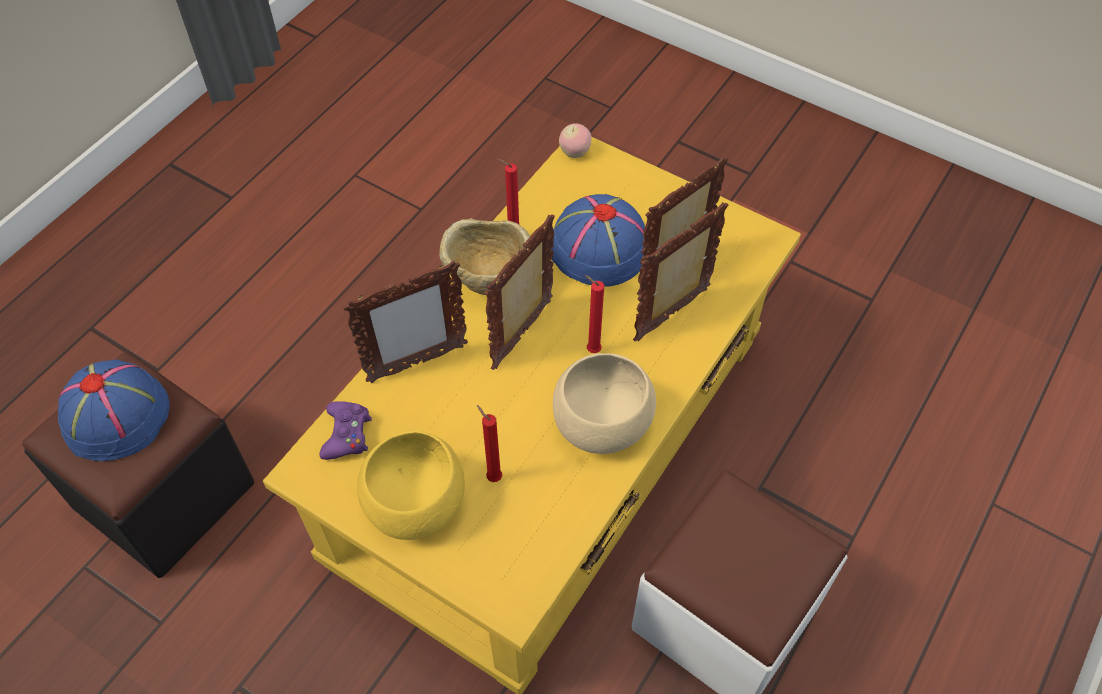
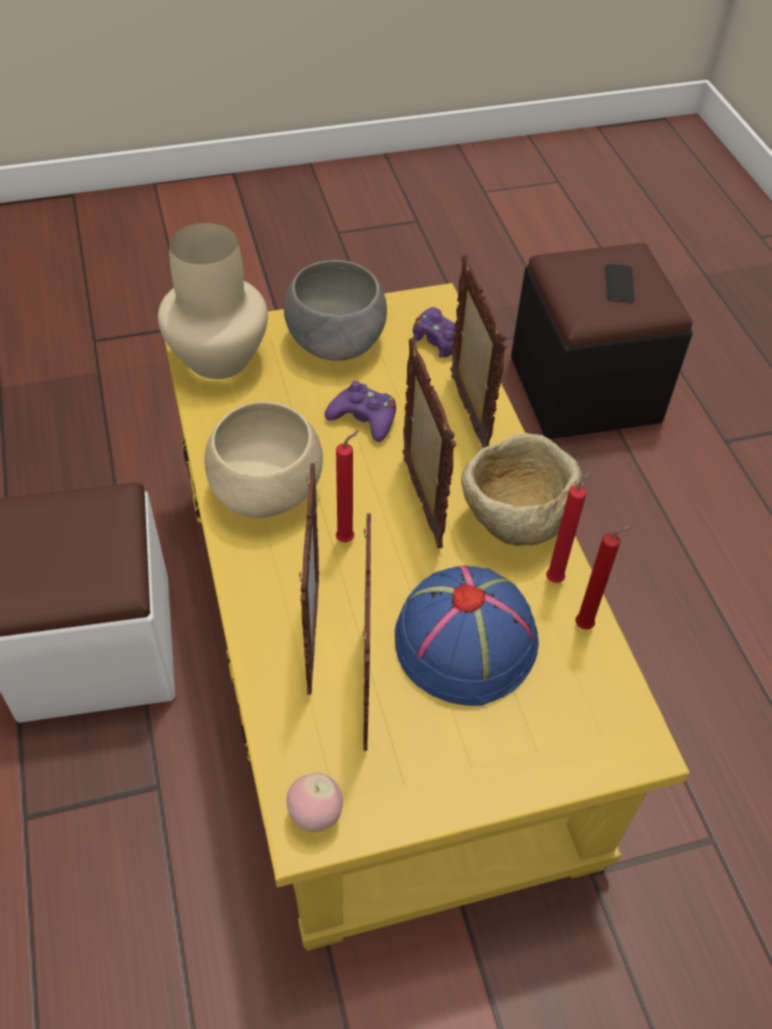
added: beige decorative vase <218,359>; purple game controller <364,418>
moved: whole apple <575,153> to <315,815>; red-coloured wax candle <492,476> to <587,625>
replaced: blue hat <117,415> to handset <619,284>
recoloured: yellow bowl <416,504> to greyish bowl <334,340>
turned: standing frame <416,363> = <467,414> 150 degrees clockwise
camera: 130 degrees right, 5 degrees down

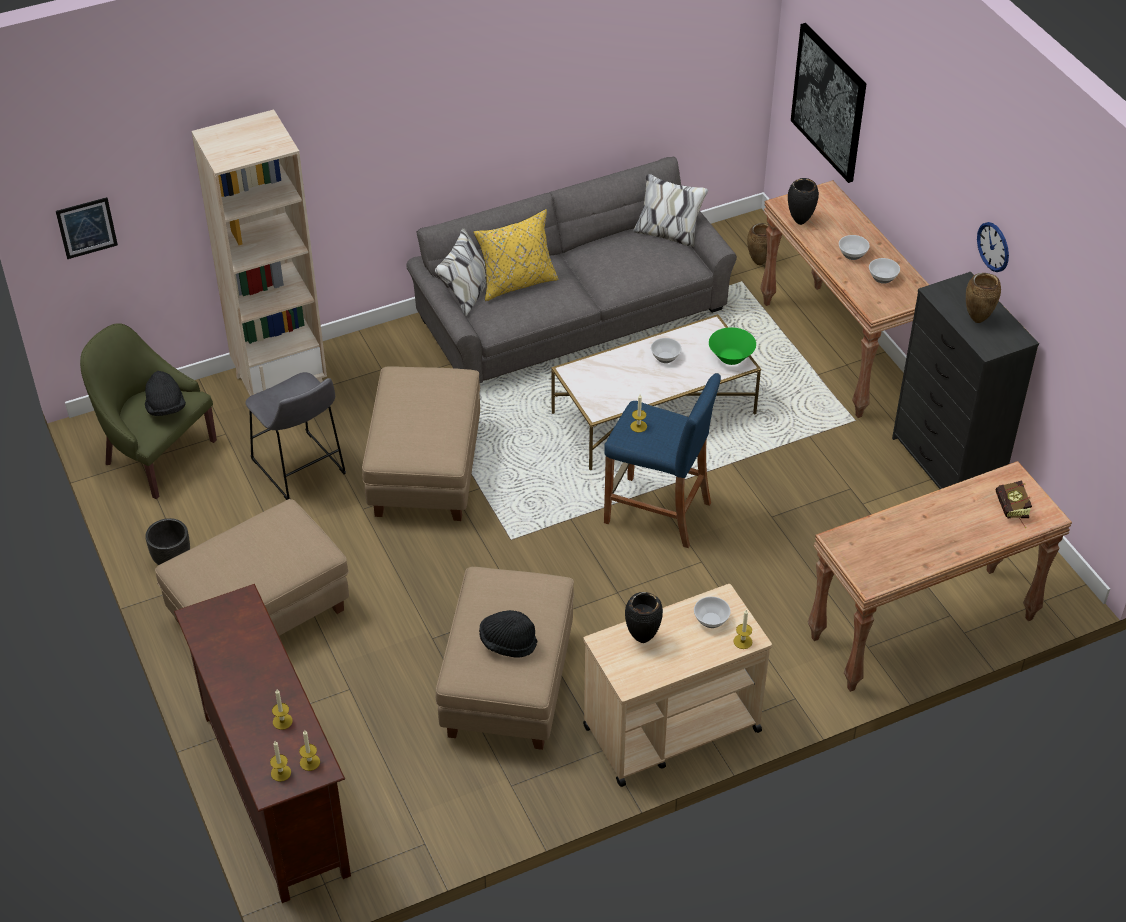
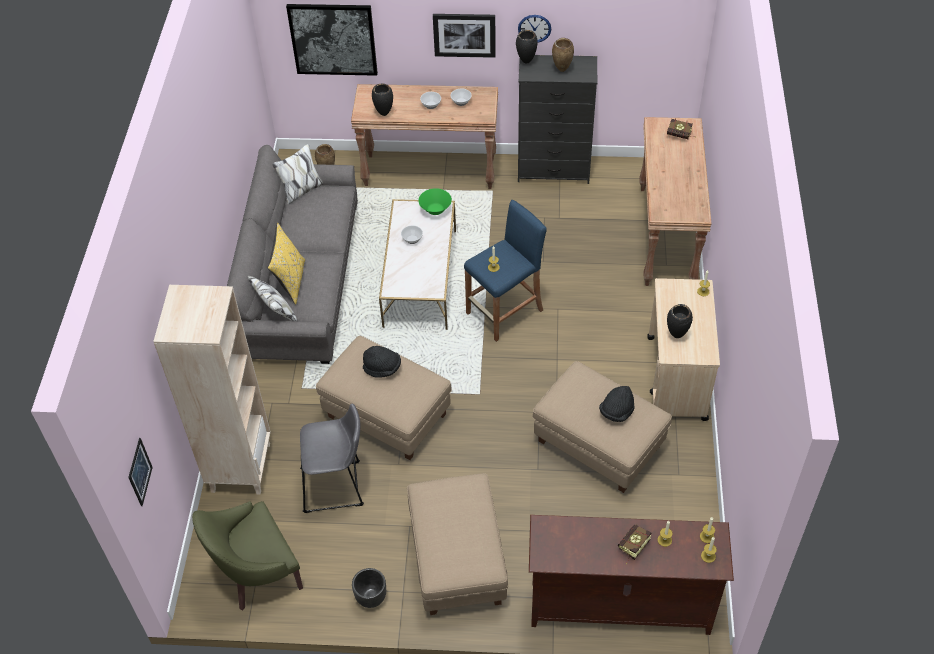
removed: bowl <711,620>
added: wall art <464,34>; black decorative vase <525,62>; bound book <631,548>
moved: black hat <166,408> to <382,368>
camera: 60 degrees left, 5 degrees up

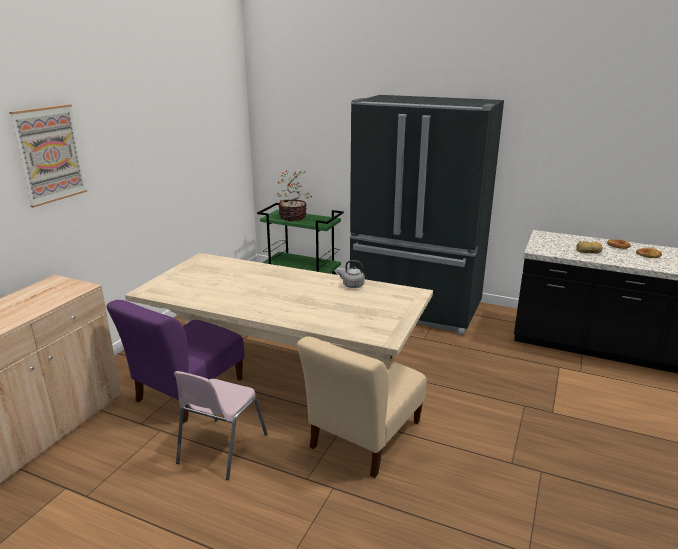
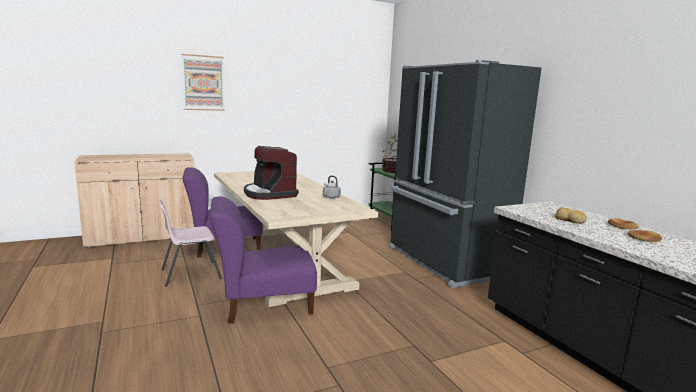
added: coffee maker <269,194>
recoloured: beige upright chair <363,438> to purple upright chair <263,304>
camera: 40 degrees right, 10 degrees down

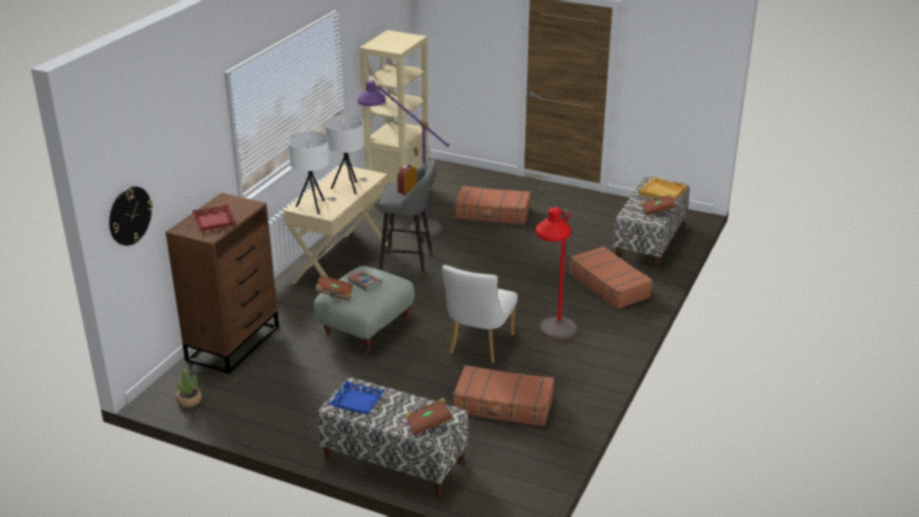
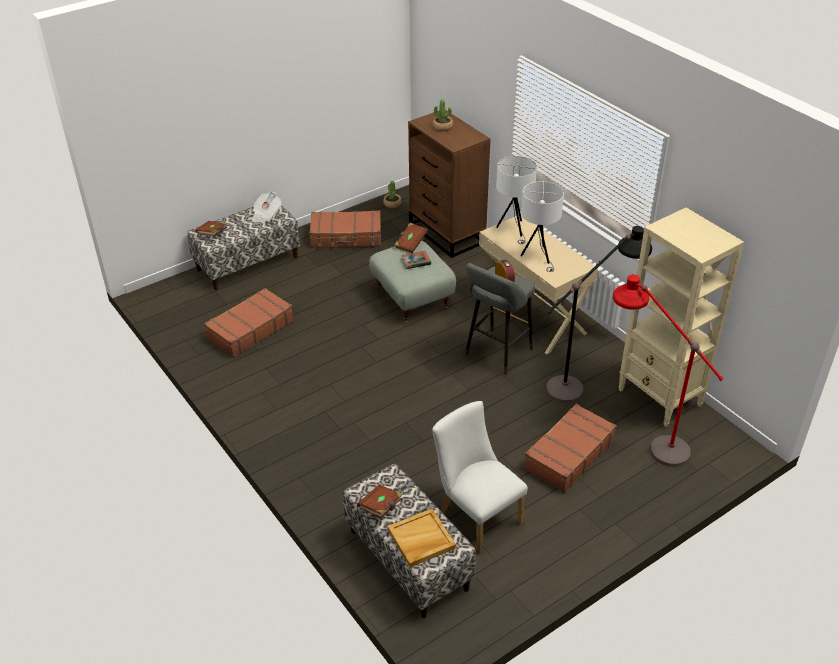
removed: wall clock <129,215>
moved: brown piece of luggage <609,285> to <346,237>; white upright chair <479,346> to <476,514>; red-coloured standing lamp <553,344> to <645,437>
replaced: blue tray <357,401> to printed paper <266,215>; red-coloured tray <213,221> to plant in a pot <442,127>
recoloured: purple standing lamp <405,224> to black standing lamp <585,380>
camera: 120 degrees right, 10 degrees up

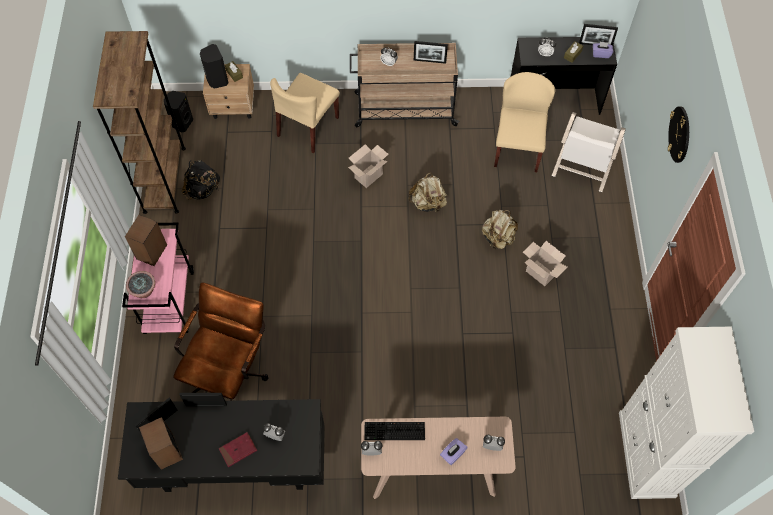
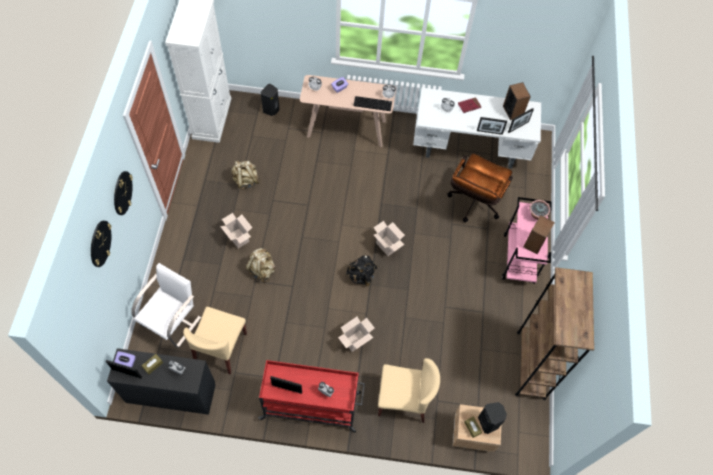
added: wall clock <100,243>; packing box <388,246>
moved: beige rucksack <428,203> to <246,180>; black speaker <182,123> to <271,110>; black rucksack <203,190> to <361,276>
recoloured: beige wheeled cart <404,109> to red-coloured wheeled cart <312,406>; black desk table <235,466> to white desk table <470,149>
turned: beige upright chair <308,127> = <403,400> 60 degrees clockwise
camera: 175 degrees left, 0 degrees up

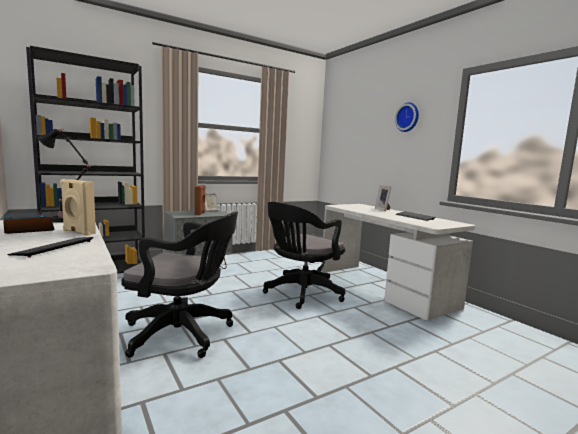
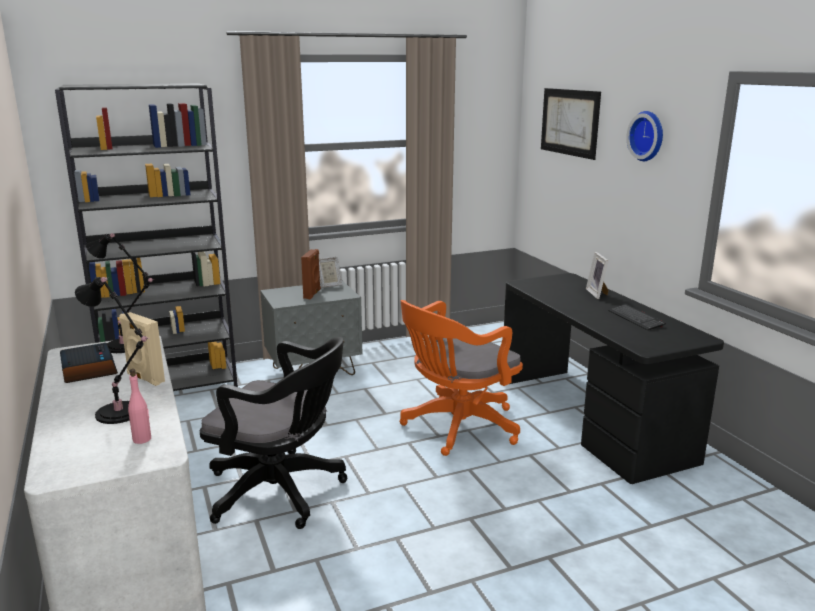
added: pinkish bottle <142,439>; wall art <569,122>
replaced: computer keyboard <54,247> to black lamp for a table <121,414>
recoloured: black office chair <301,294> to orange-coloured office chair <456,428>; white desk table <383,288> to black desk table <591,419>
camera: 10 degrees right, 10 degrees up

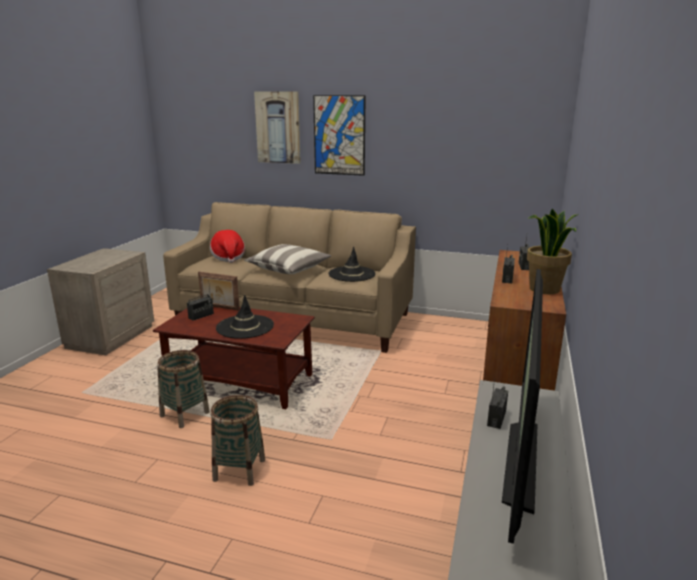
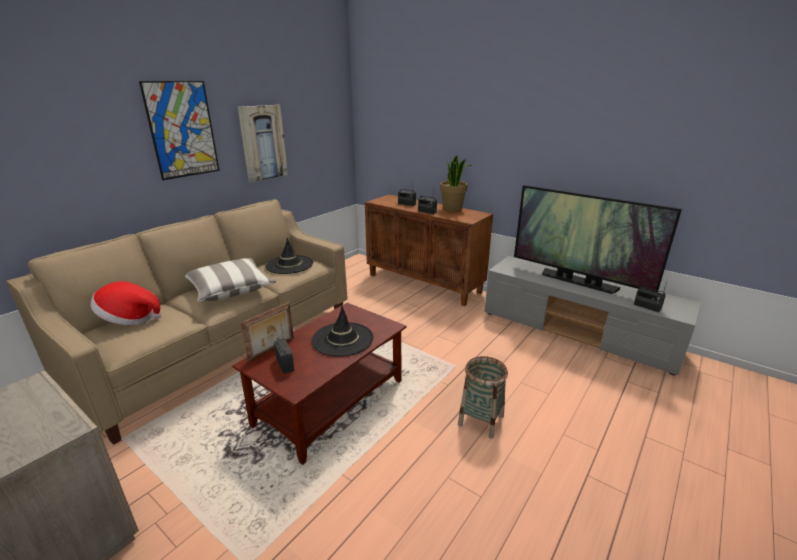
removed: household basket <185,414>
moved: wall art <278,127> to <263,143>; radio <496,418> to <647,307>
camera: 70 degrees left, 5 degrees up

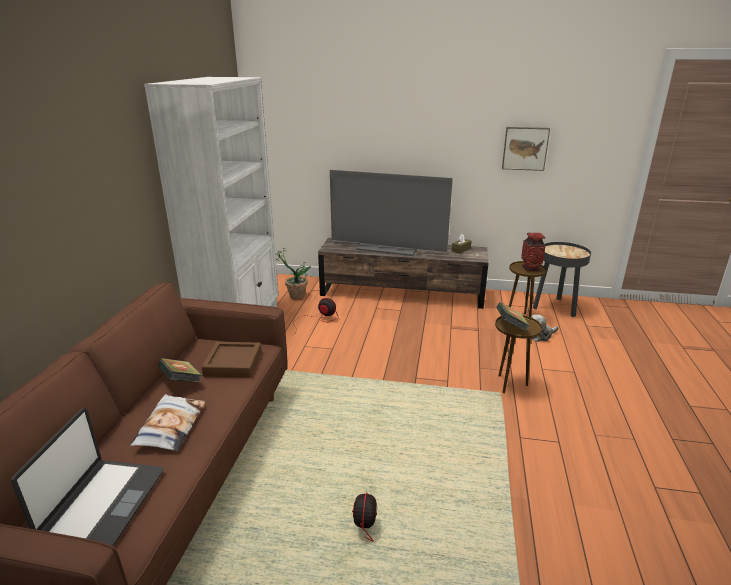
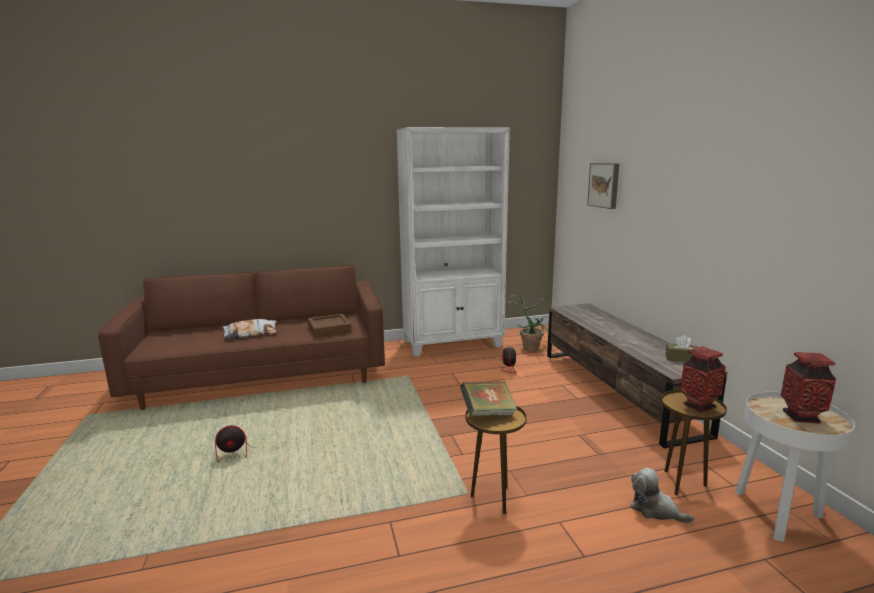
removed: notebook computer <102,503>; bound book <181,382>; television <388,248>
added: decorative vase <801,417>
moved: wall art <525,148> to <604,185>
recoloured: black accent table <555,307> to white accent table <777,514>
camera: 65 degrees right, 10 degrees down

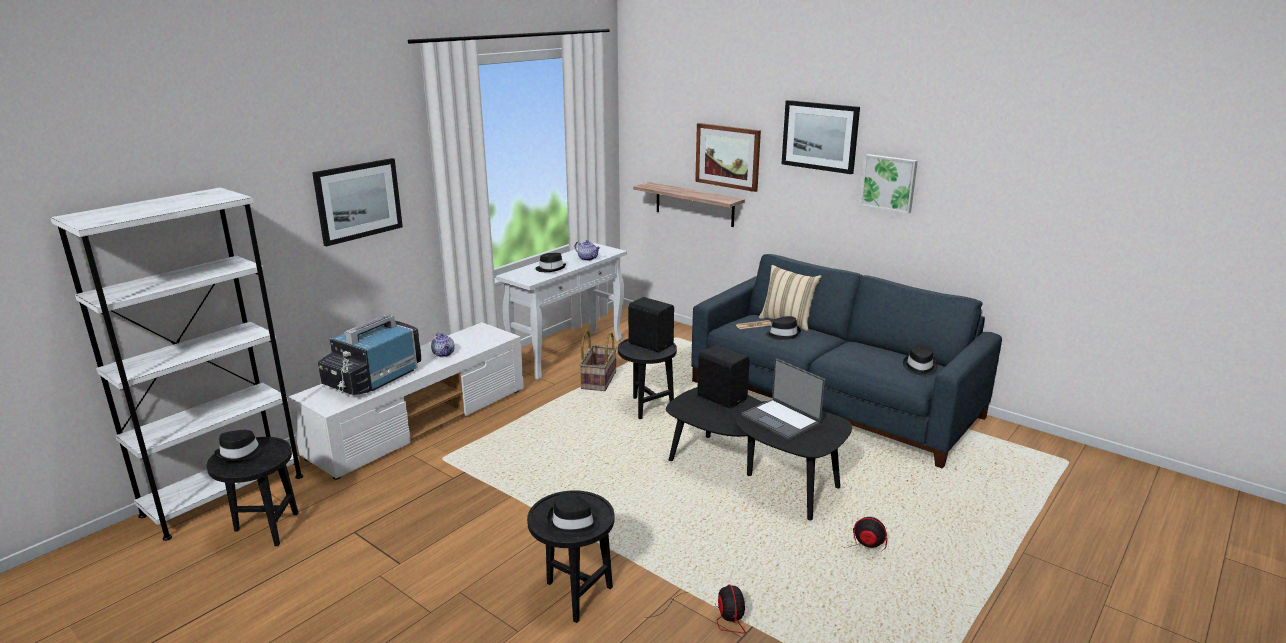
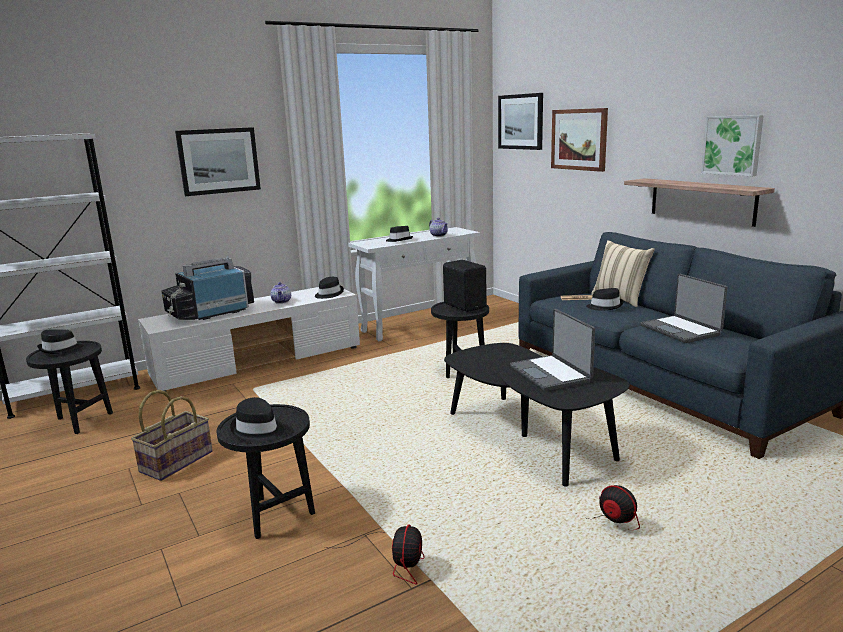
removed: black speaker <722,397>
added: notebook computer <681,330>
moved: household basket <598,380> to <176,461>; black hat <919,367> to <328,294>; wall art <820,136> to <521,121>; wall shelf <694,204> to <701,201>
camera: 20 degrees right, 5 degrees down

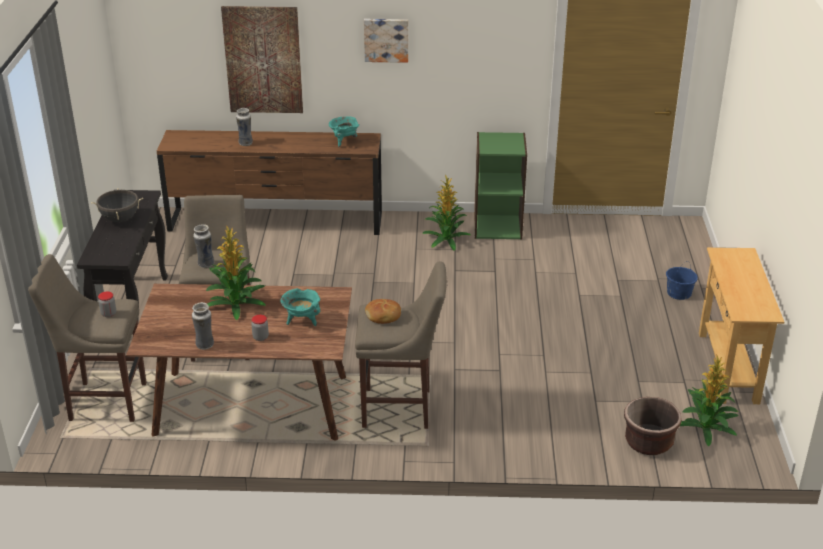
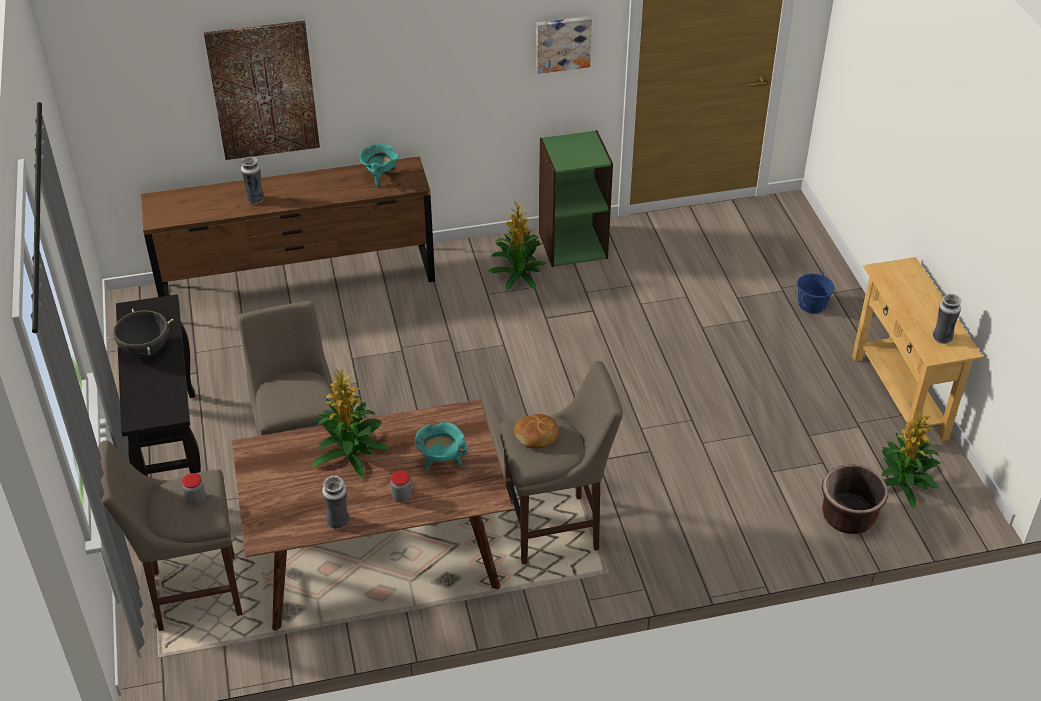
moved: wall art <386,39> to <562,43>; decorative vase <205,264> to <941,338>
camera: 15 degrees left, 10 degrees up

